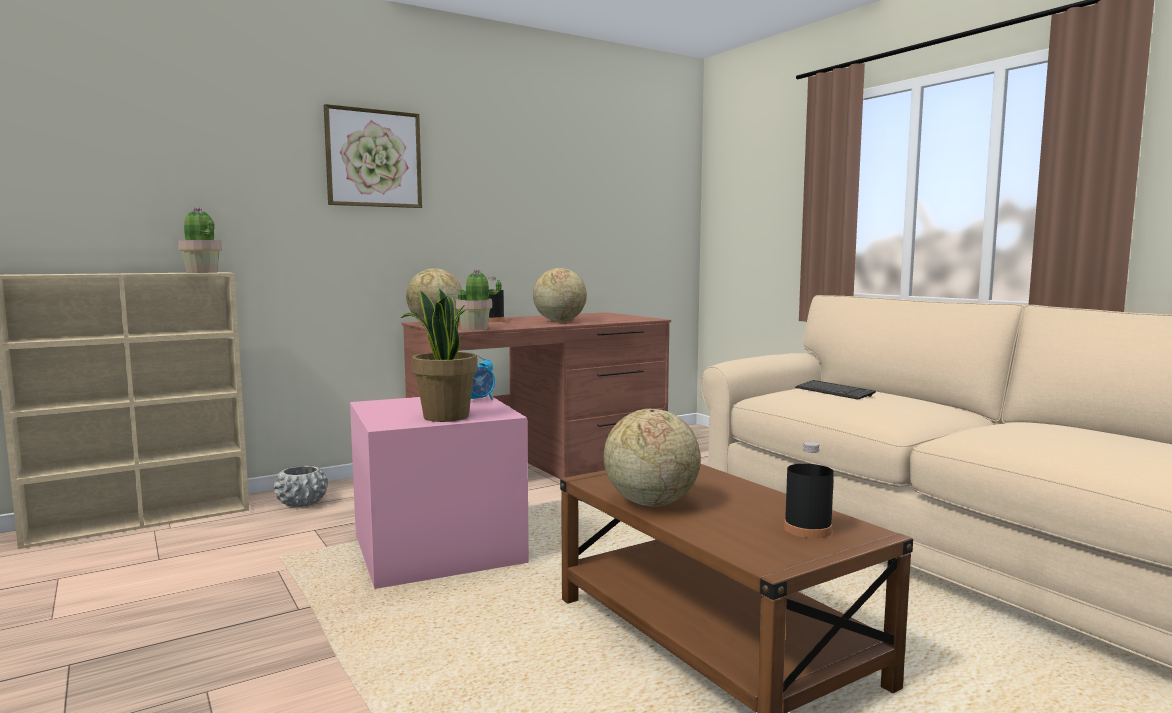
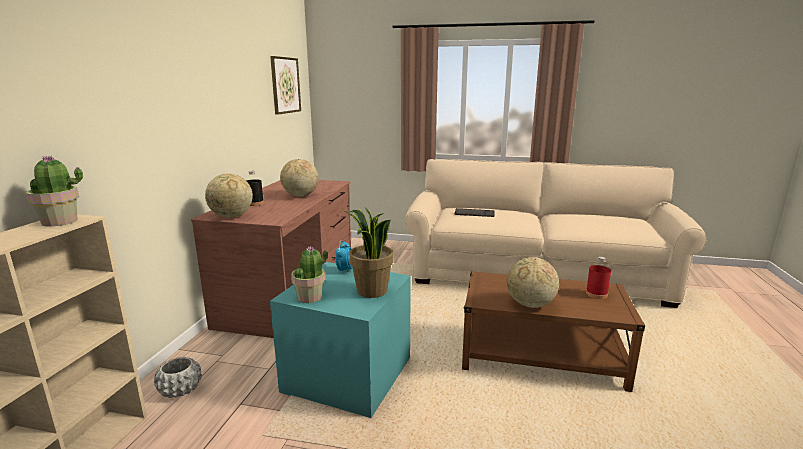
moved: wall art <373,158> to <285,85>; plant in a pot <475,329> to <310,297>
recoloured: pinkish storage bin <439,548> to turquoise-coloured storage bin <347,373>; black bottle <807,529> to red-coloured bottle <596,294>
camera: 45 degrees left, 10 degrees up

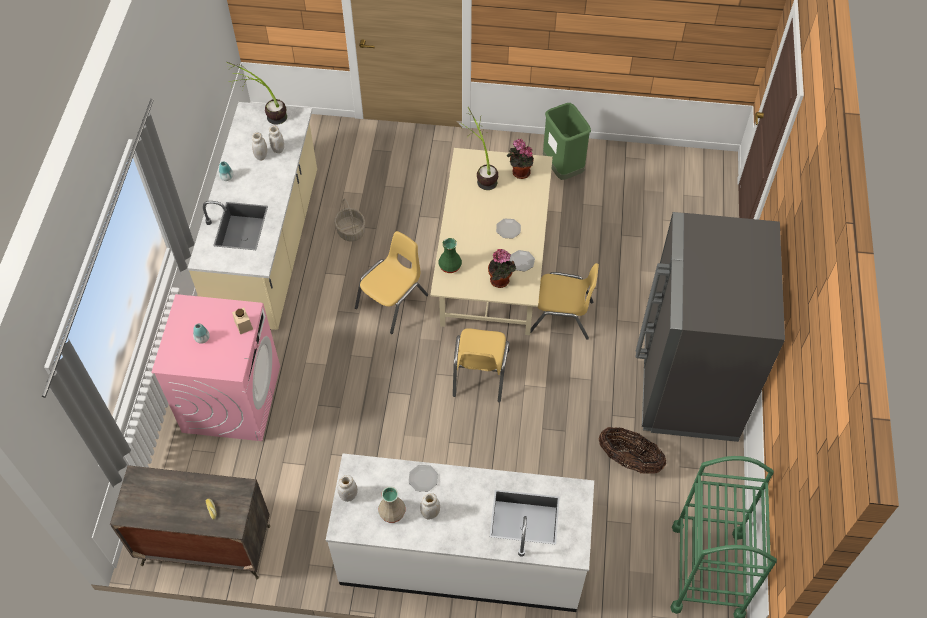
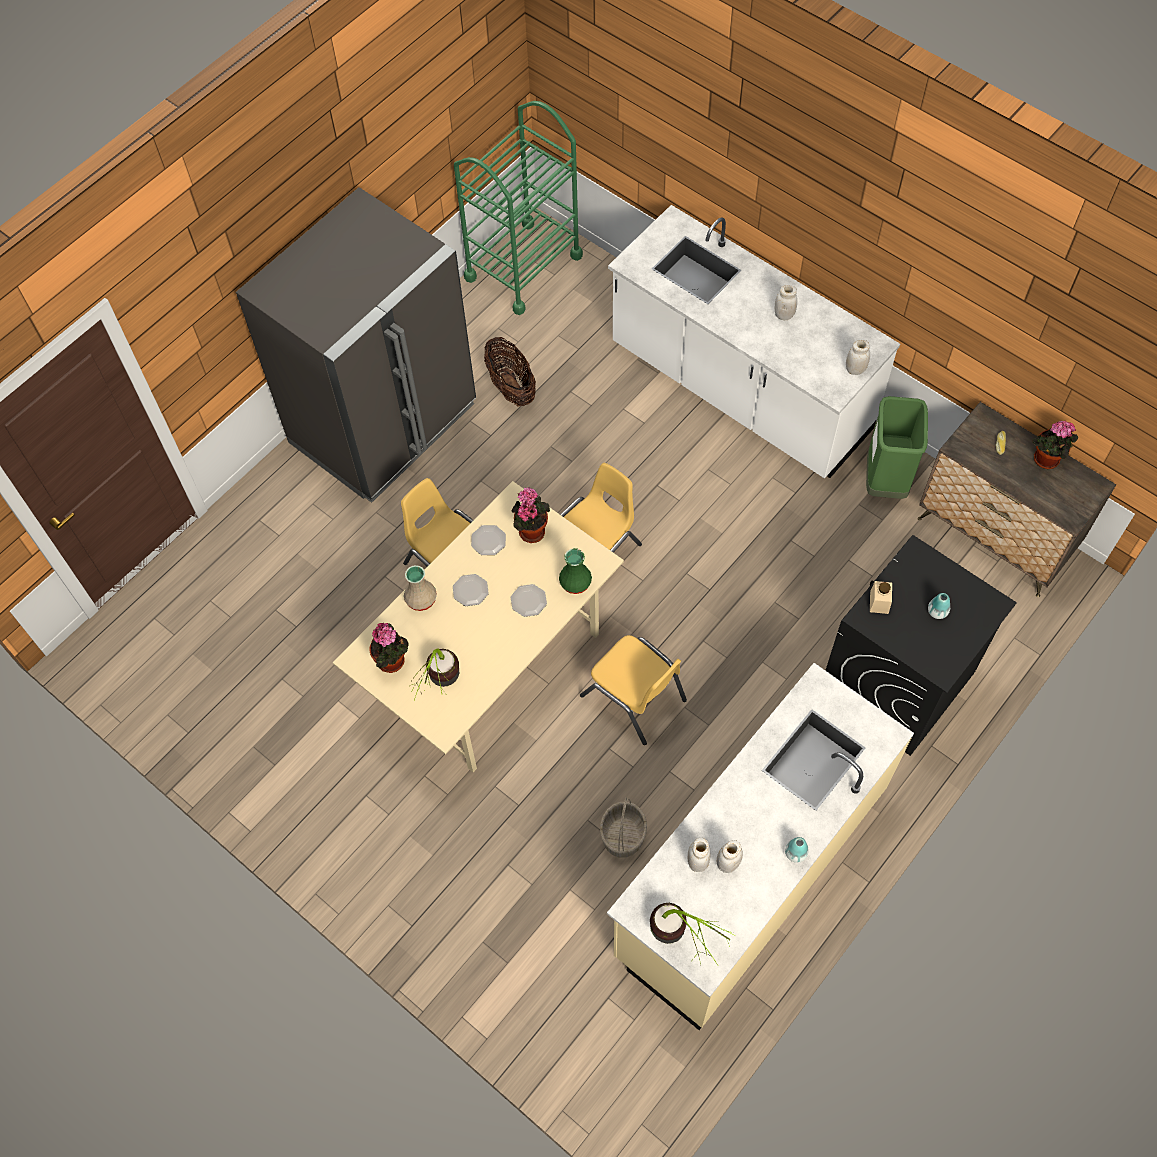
added: plant in a pot <1045,461>
moved: beige decorative vase <391,512> to <422,599>; dinner plate <423,478> to <528,601>; green-coloured trash can <562,169> to <885,481>
recoloured: pinkish laundry machine <232,398> to black laundry machine <896,682>
turned: yellow upright chair <392,302> = <634,698> 120 degrees counterclockwise
camera: 145 degrees left, 5 degrees up

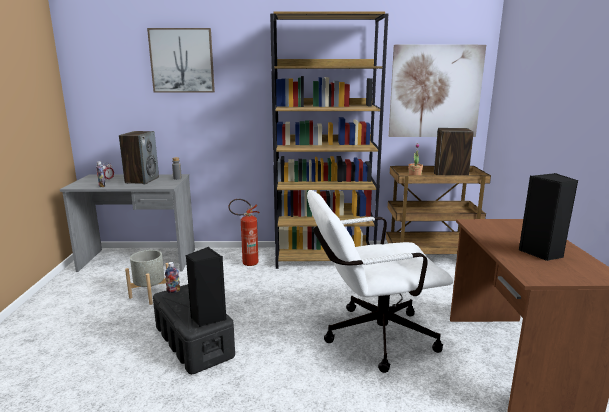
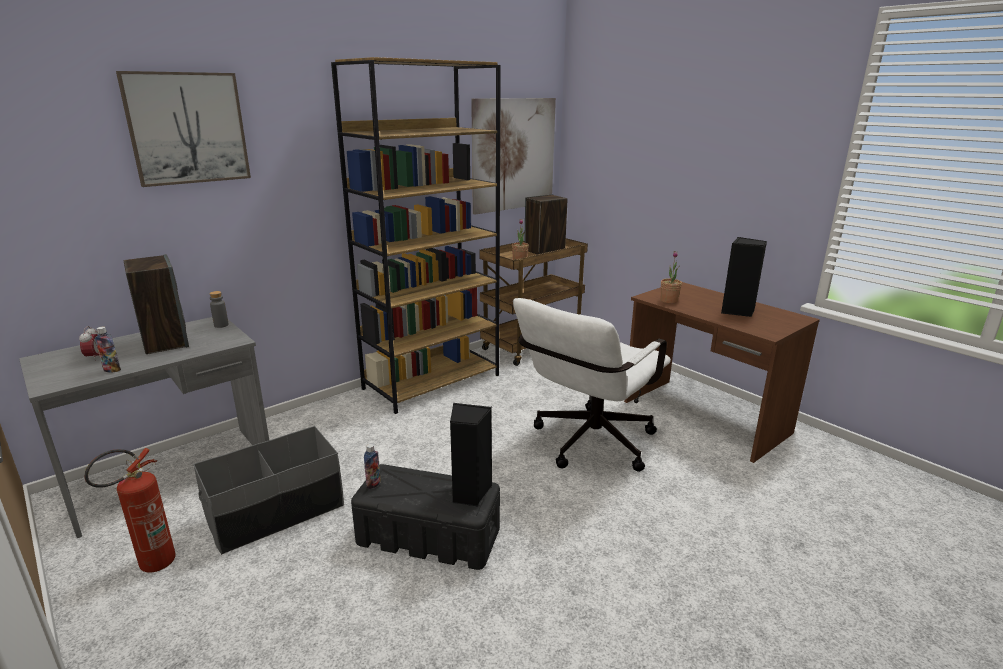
added: plant in a pot <669,301>
moved: fire extinguisher <246,263> to <150,567>
replaced: greyish plant pot <150,294> to greyish storage bin <276,512>
camera: 40 degrees left, 5 degrees up

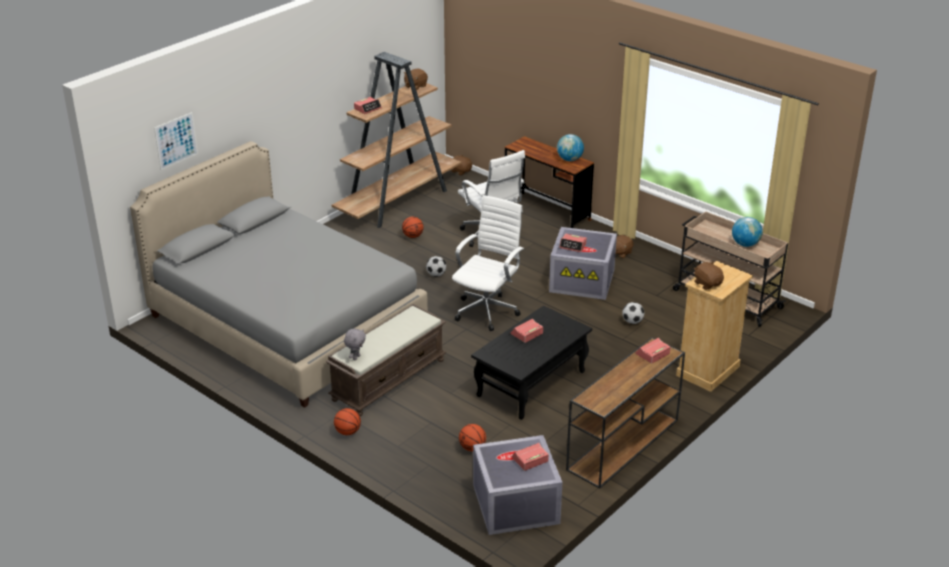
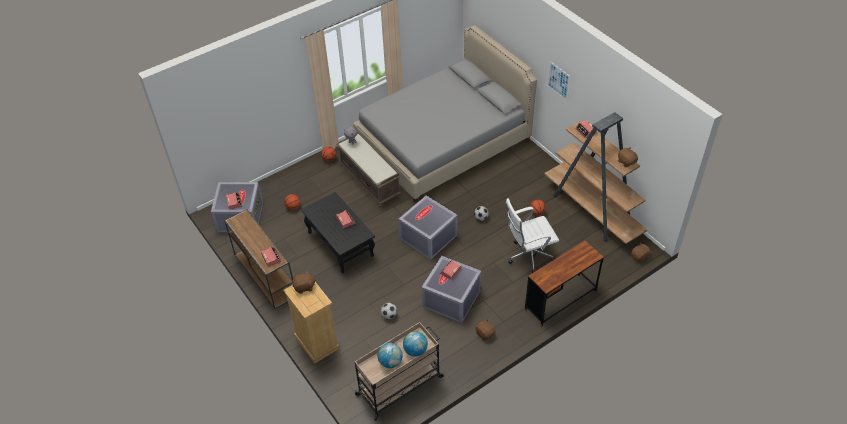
moved: desk globe <569,159> to <415,350>; wall art <176,140> to <558,81>
replaced: white office chair <487,310> to greyish storage bin <428,238>
camera: 105 degrees right, 15 degrees up

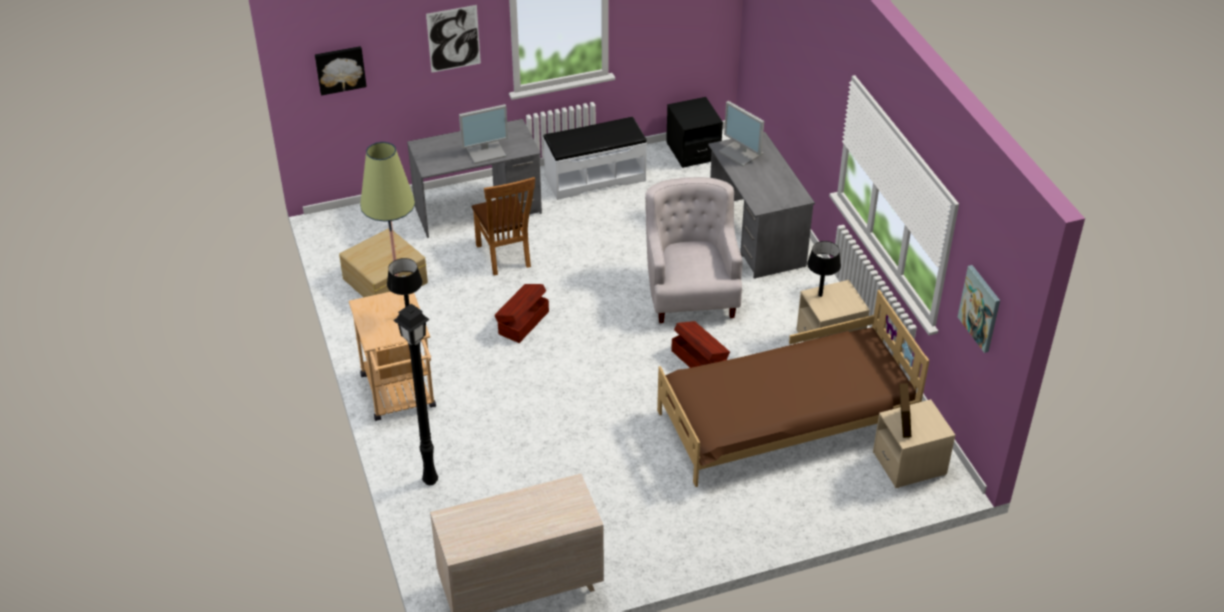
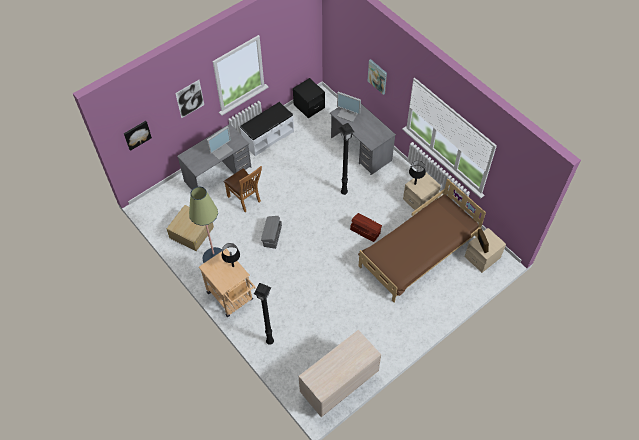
moved: wall art <980,308> to <377,76>
replaced: white lounge chair <690,291> to black standing lamp <344,192>
recoloured: brown storage bin <522,323> to greyish storage bin <272,236>
camera: 20 degrees left, 15 degrees up

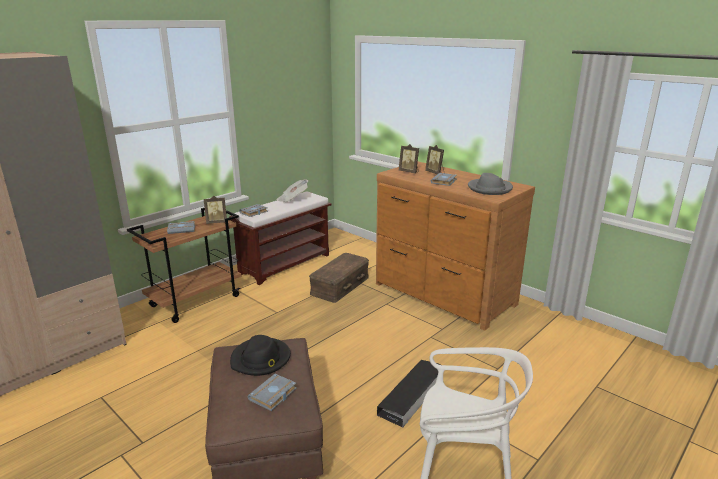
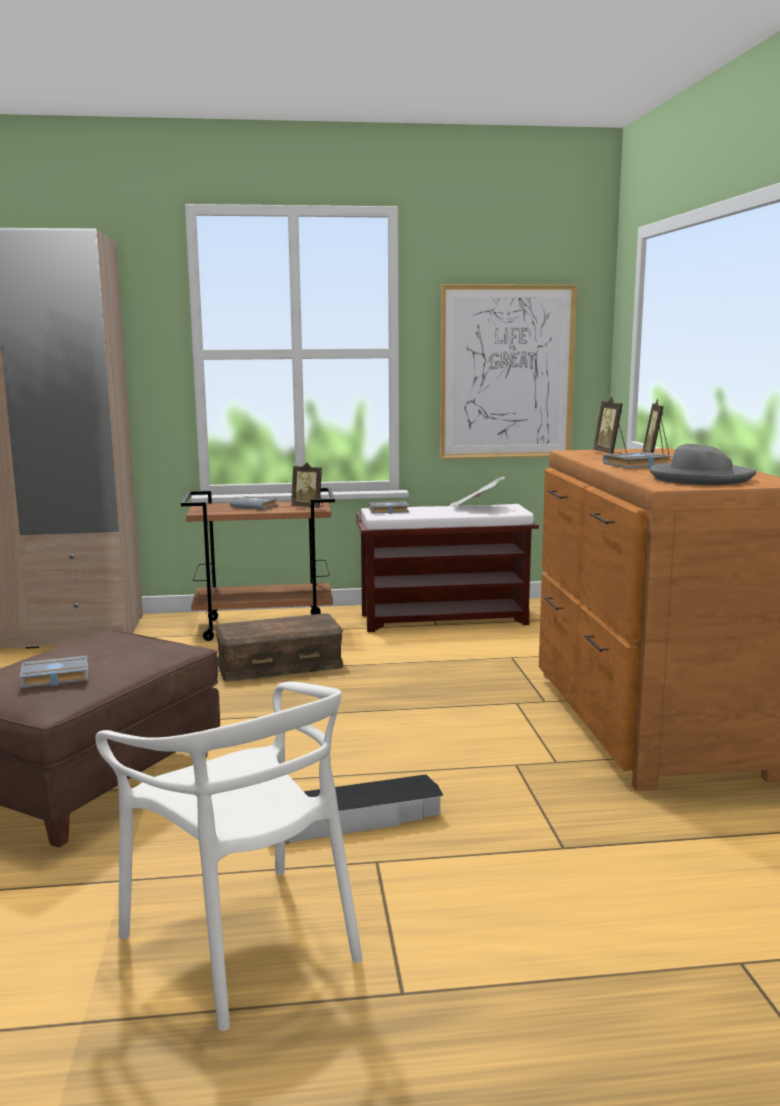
removed: black hat <261,359>
added: wall art <507,372>
moved: brown storage bin <339,285> to <279,664>
camera: 40 degrees right, 10 degrees down

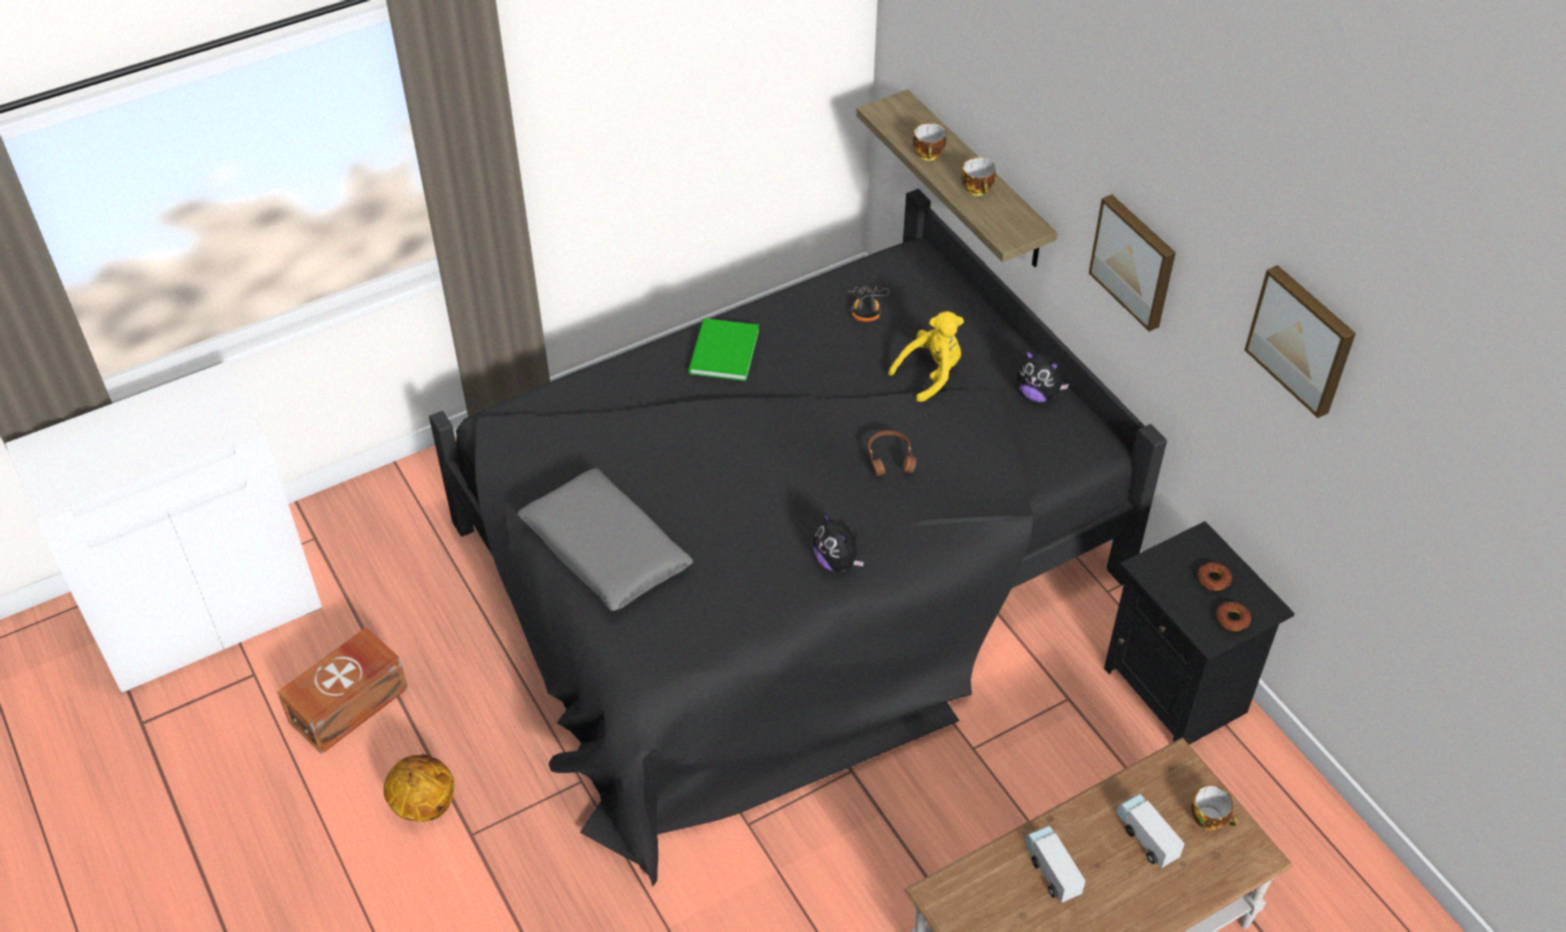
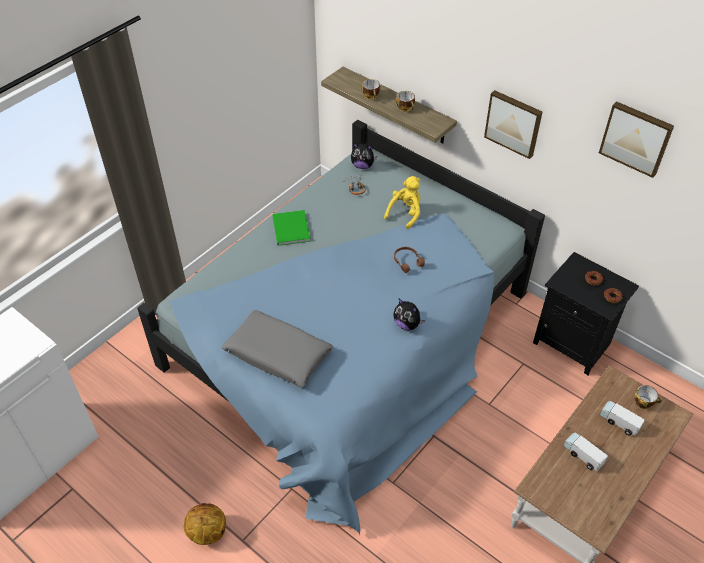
removed: brown storage bin <351,705>
moved: soft toy <1038,394> to <362,166>
recoloured: black bed <784,570> to blue bed <350,340>
camera: 20 degrees left, 0 degrees up

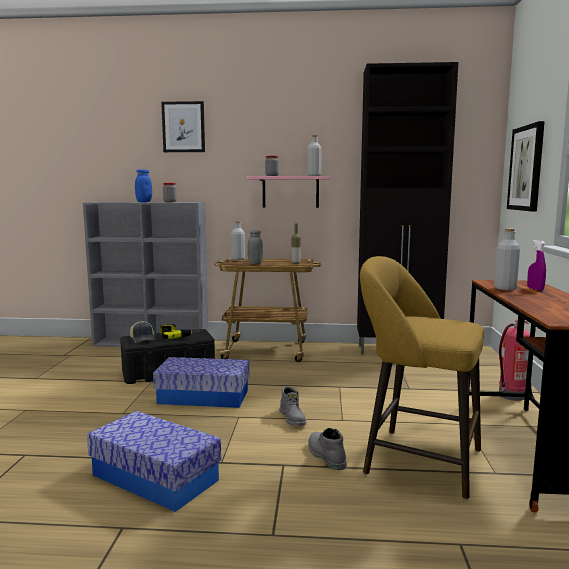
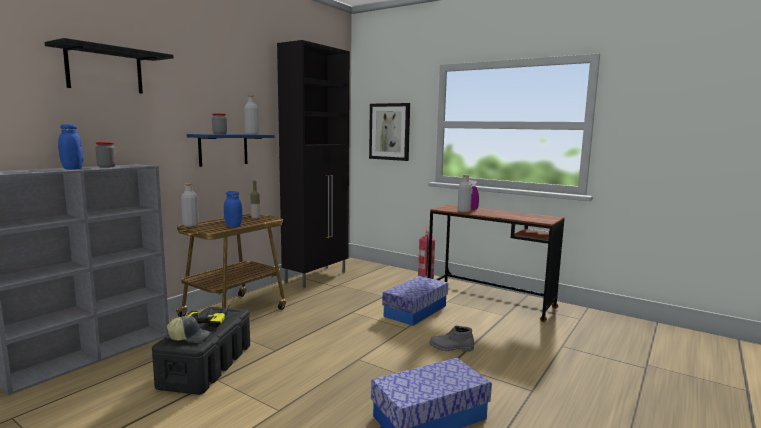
removed: greyish boot <293,418>; yellow stool seat <416,460>
moved: storage bin <203,397> to <415,311>
replaced: wall art <183,127> to black wall shelf <105,70>
recoloured: pinkish wall shelf <290,192> to blue wall shelf <223,149>; greyish jar <255,264> to blue jar <233,226>
camera: 60 degrees left, 0 degrees up

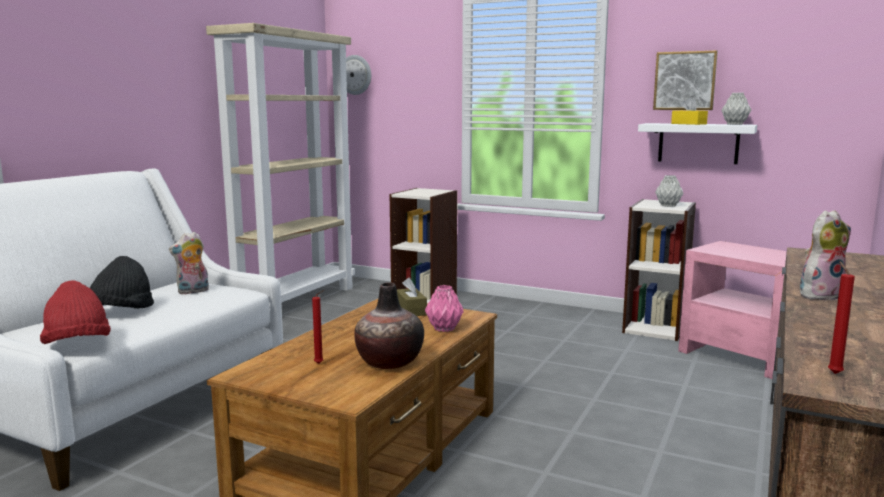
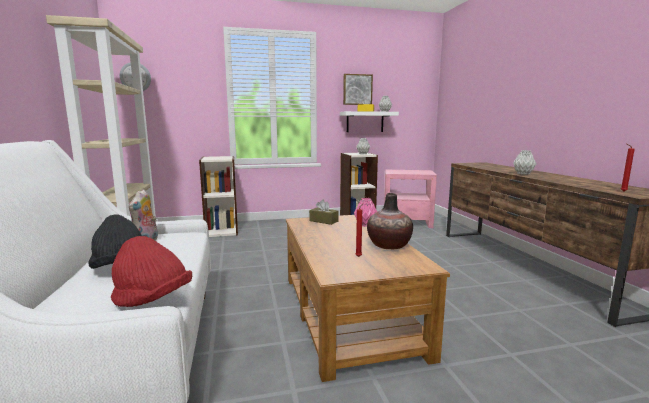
replaced: soft toy <819,295> to greyish decorative vase <523,174>
camera: 40 degrees left, 0 degrees up

